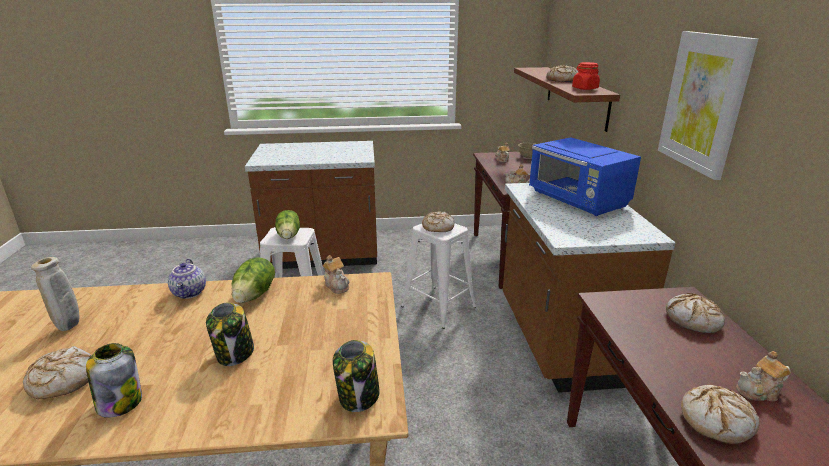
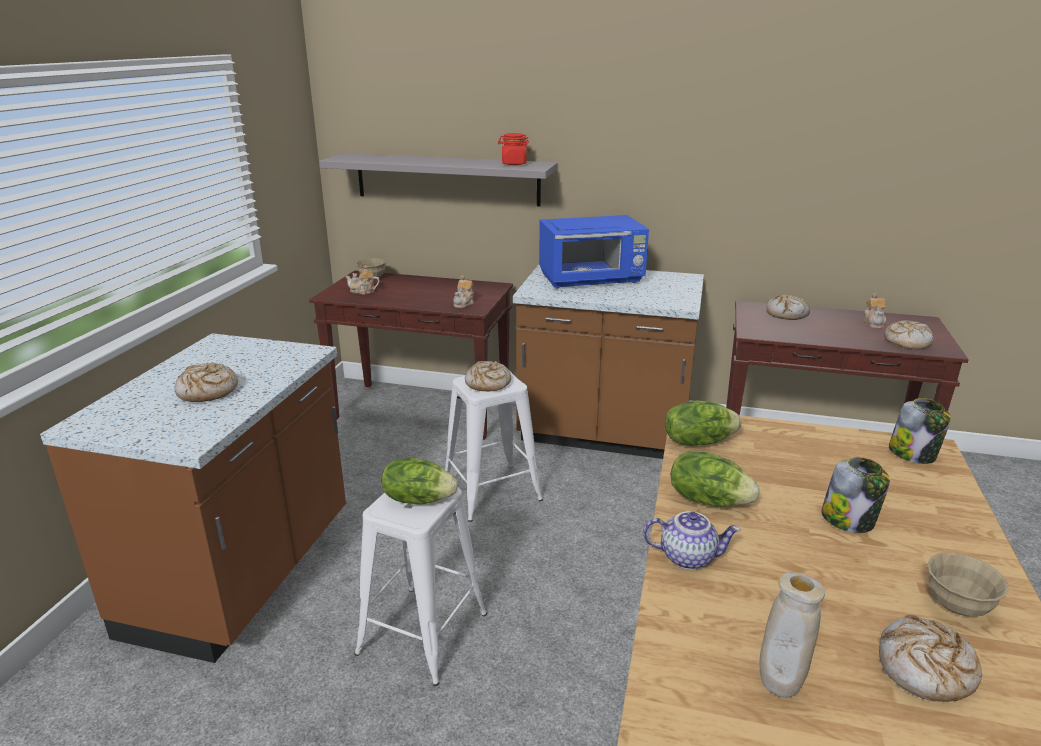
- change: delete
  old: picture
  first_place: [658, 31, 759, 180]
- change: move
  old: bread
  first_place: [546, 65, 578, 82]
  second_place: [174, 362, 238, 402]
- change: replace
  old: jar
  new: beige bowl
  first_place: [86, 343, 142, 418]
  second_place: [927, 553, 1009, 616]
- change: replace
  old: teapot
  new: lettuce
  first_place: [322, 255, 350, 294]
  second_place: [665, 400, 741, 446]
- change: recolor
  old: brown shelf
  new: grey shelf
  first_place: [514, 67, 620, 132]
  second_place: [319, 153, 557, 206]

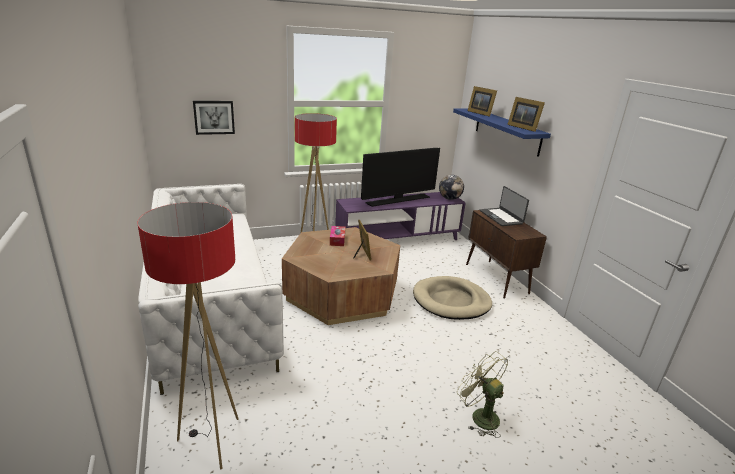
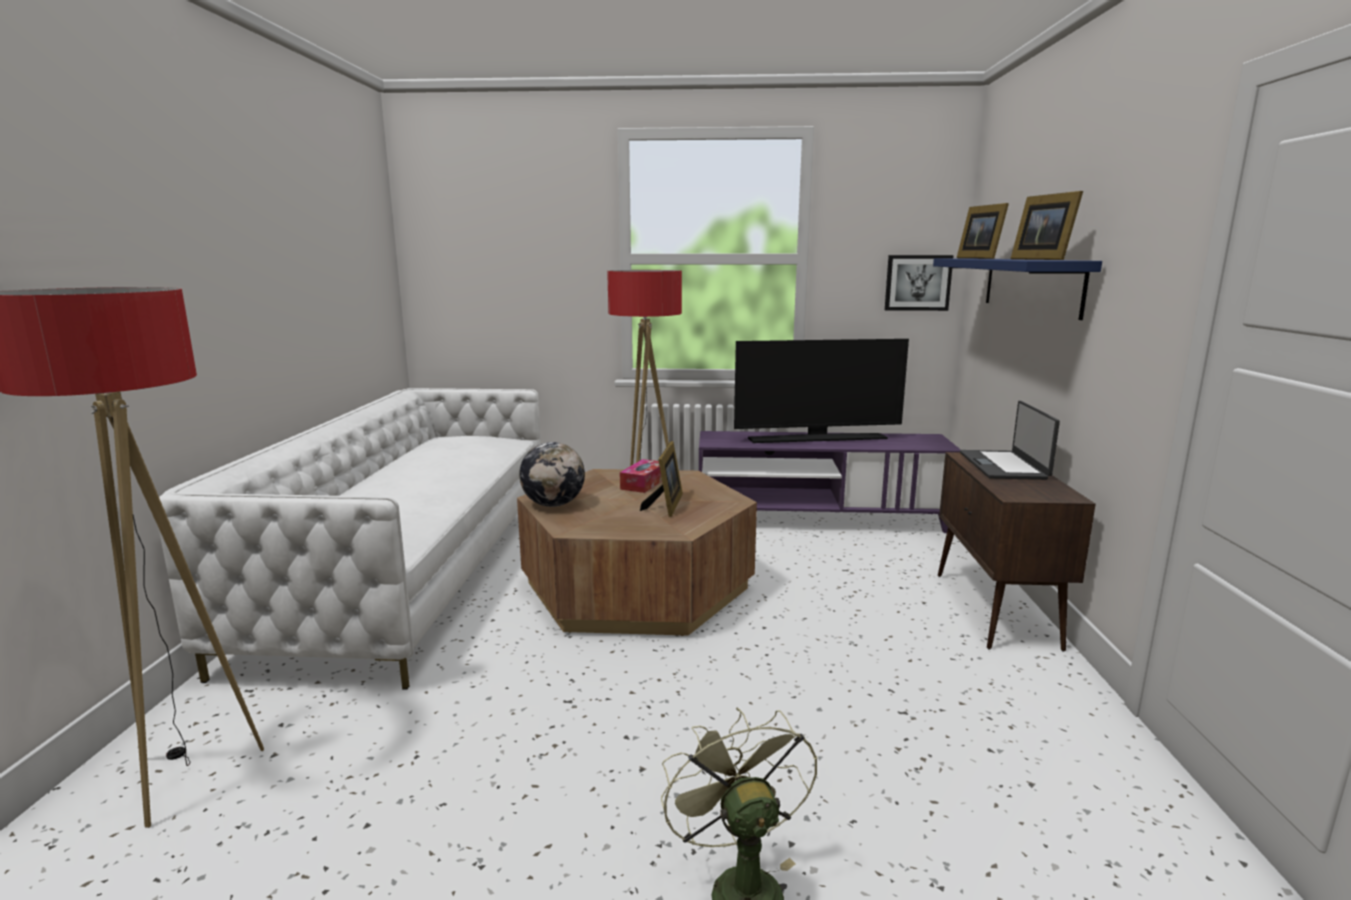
- change: delete
  old: beige dog bed
  first_place: [413, 276, 492, 320]
- change: move
  old: picture
  first_place: [193, 101, 235, 135]
  second_place: [885, 255, 954, 311]
- change: move
  old: globe
  first_place: [439, 175, 464, 200]
  second_place: [519, 442, 585, 507]

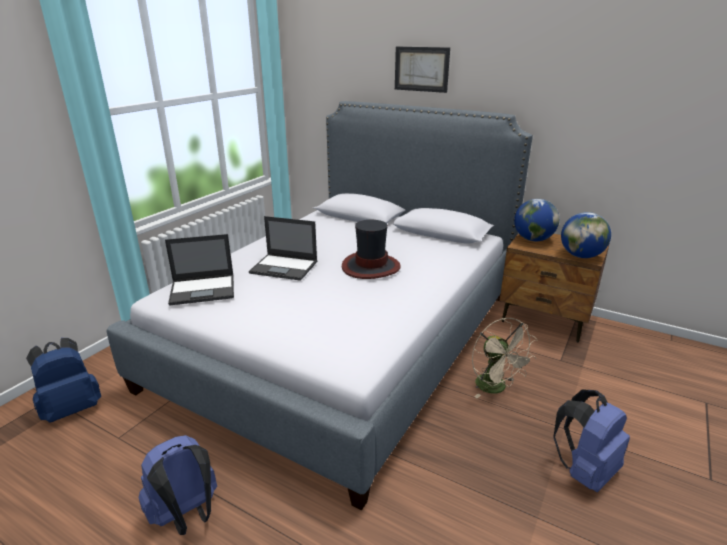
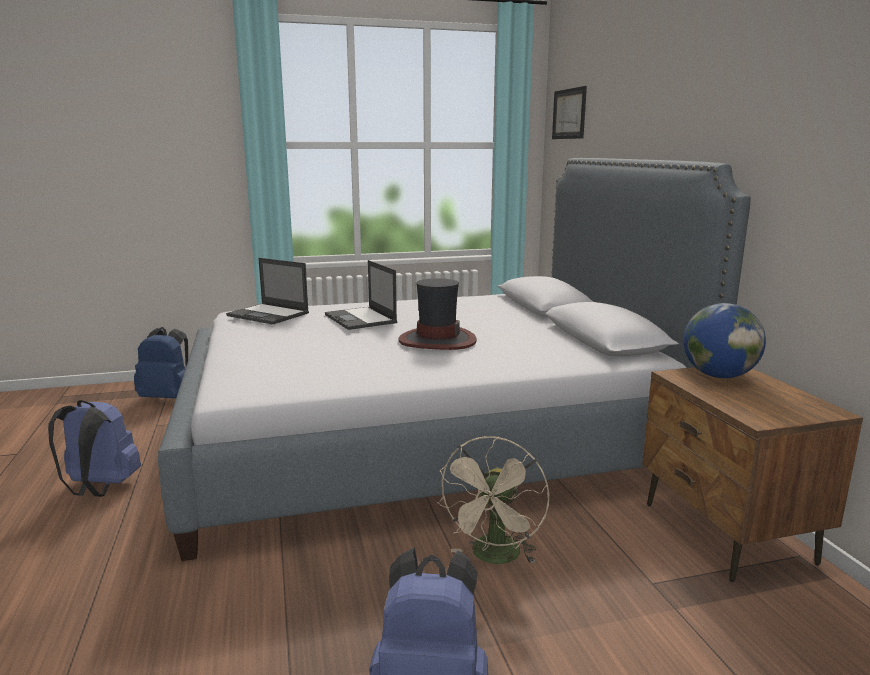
- change: delete
  old: globe
  first_place: [561, 212, 611, 258]
- change: move
  old: picture
  first_place: [395, 47, 450, 93]
  second_place: [552, 86, 587, 139]

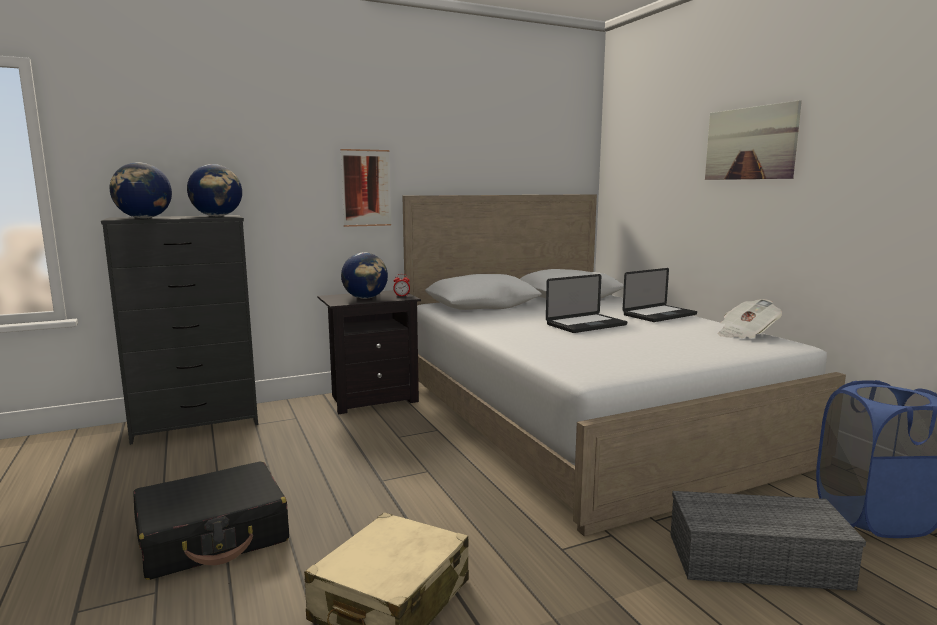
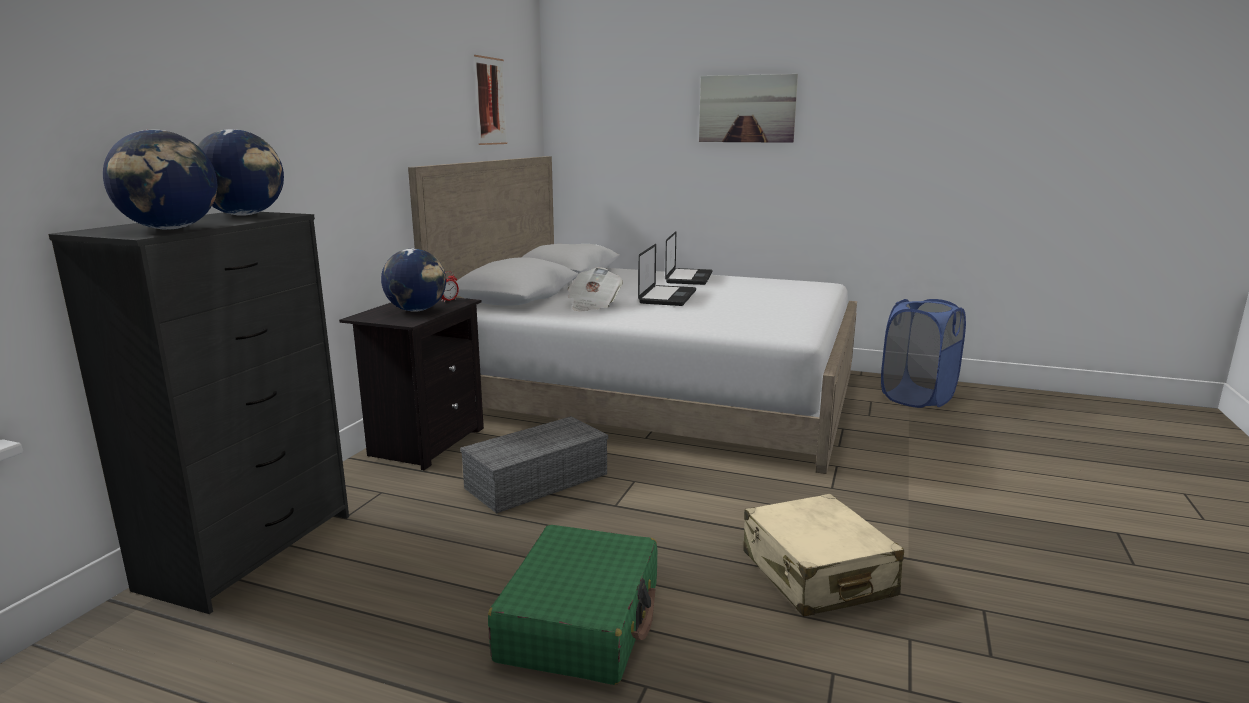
- change: move
  old: picture
  first_place: [341, 149, 391, 227]
  second_place: [474, 55, 507, 145]
- change: move
  old: grey storage box
  first_place: [671, 491, 866, 591]
  second_place: [460, 416, 608, 513]
- change: move
  old: newspaper
  first_place: [718, 299, 782, 338]
  second_place: [568, 267, 623, 311]
- change: recolor
  old: black suitcase
  new: green suitcase
  first_place: [133, 462, 289, 580]
  second_place: [488, 525, 658, 685]

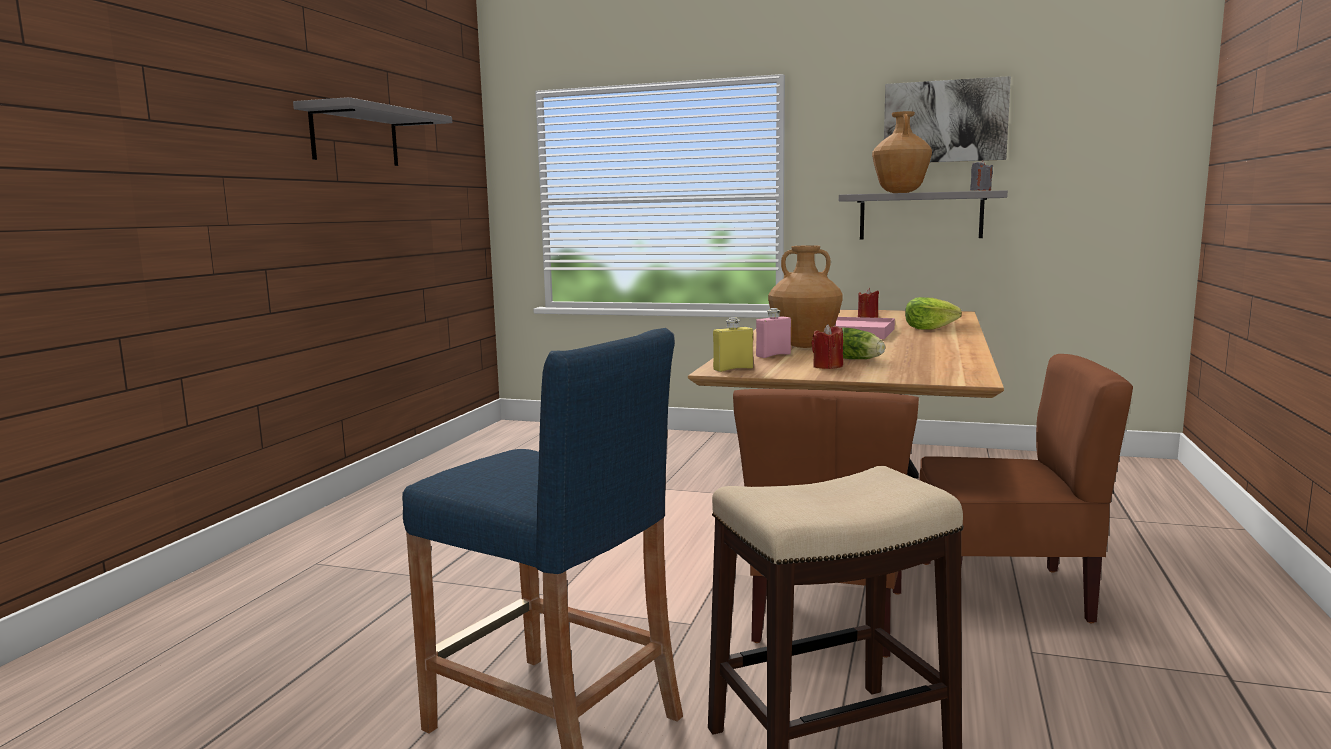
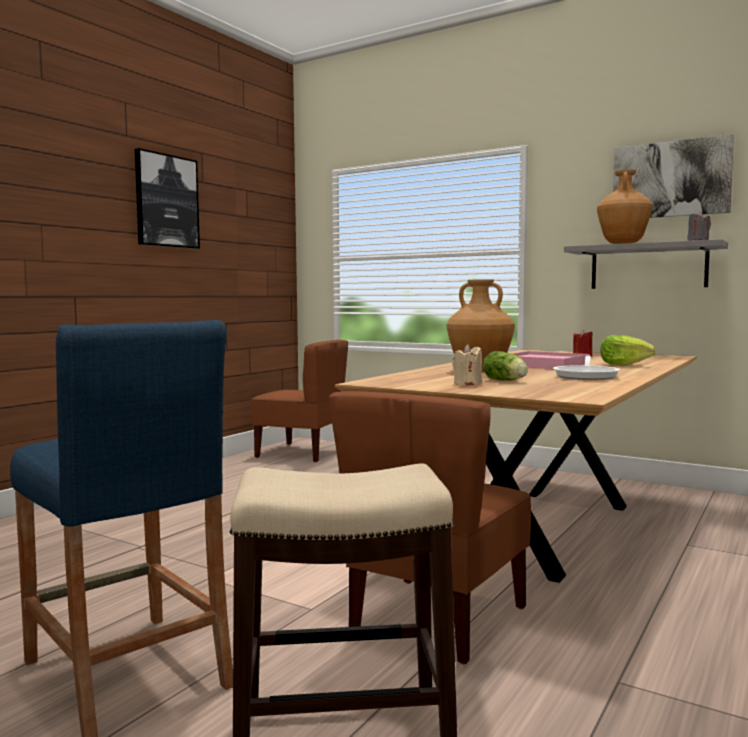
- change: delete
  old: yellow bottle
  first_place: [713, 317, 753, 372]
- change: delete
  old: pink bottle
  first_place: [756, 308, 791, 358]
- change: insert
  new: frying pan
  second_place: [553, 355, 621, 380]
- change: move
  old: brown chair
  first_place: [919, 354, 1133, 623]
  second_place: [251, 340, 348, 463]
- change: replace
  old: grey shelf
  new: picture
  first_place: [293, 97, 452, 166]
  second_place: [135, 148, 200, 249]
- change: recolor
  old: red candle
  new: beige candle
  first_place: [811, 324, 843, 369]
  second_place: [452, 344, 482, 385]

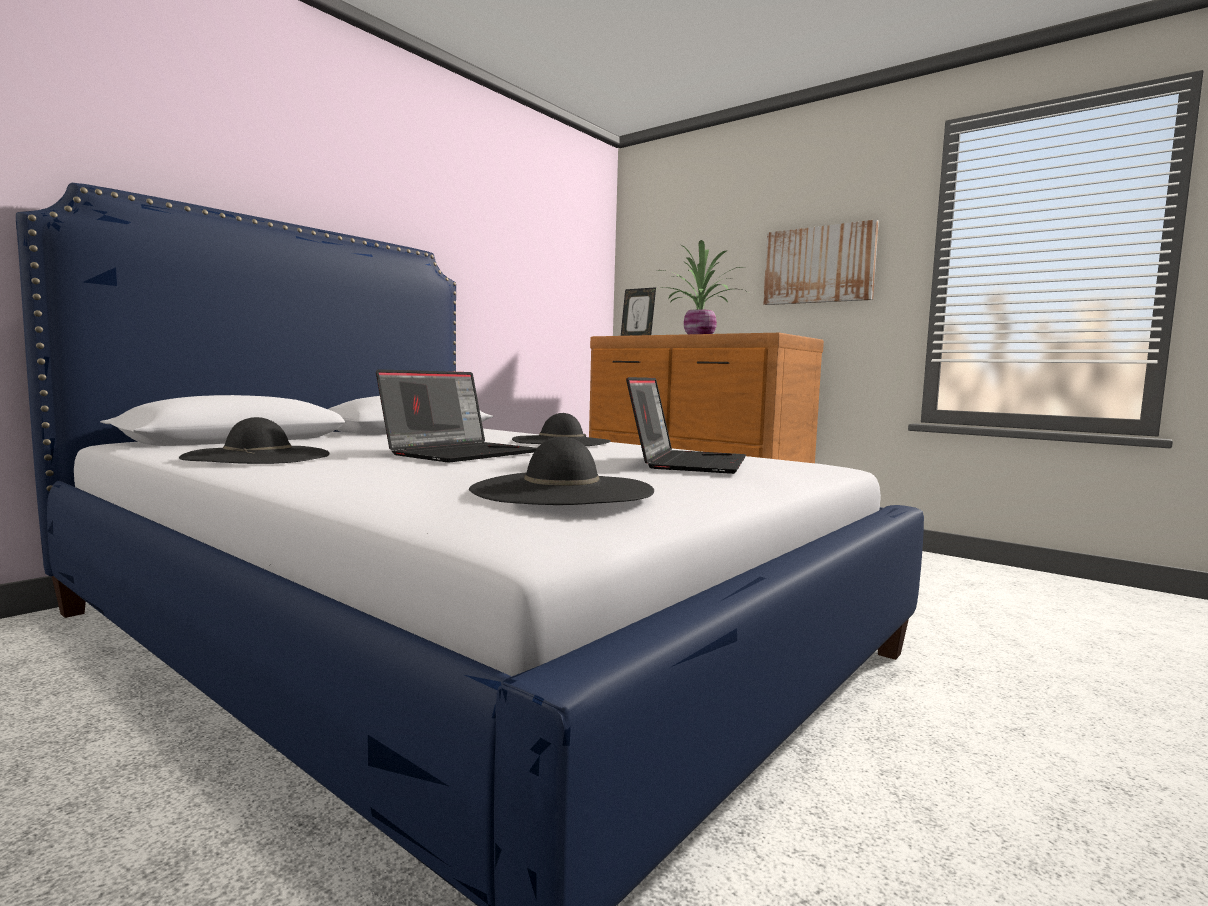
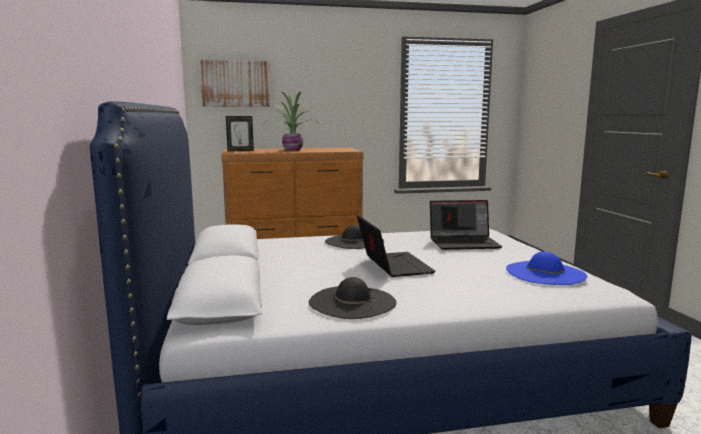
- change: move
  old: picture
  first_place: [763, 219, 879, 305]
  second_place: [200, 60, 271, 107]
- change: recolor
  old: black hat
  new: blue hat
  first_place: [469, 437, 654, 505]
  second_place: [506, 251, 587, 285]
- change: rotate
  old: laptop
  first_place: [626, 377, 746, 474]
  second_place: [430, 200, 503, 250]
  degrees: 120

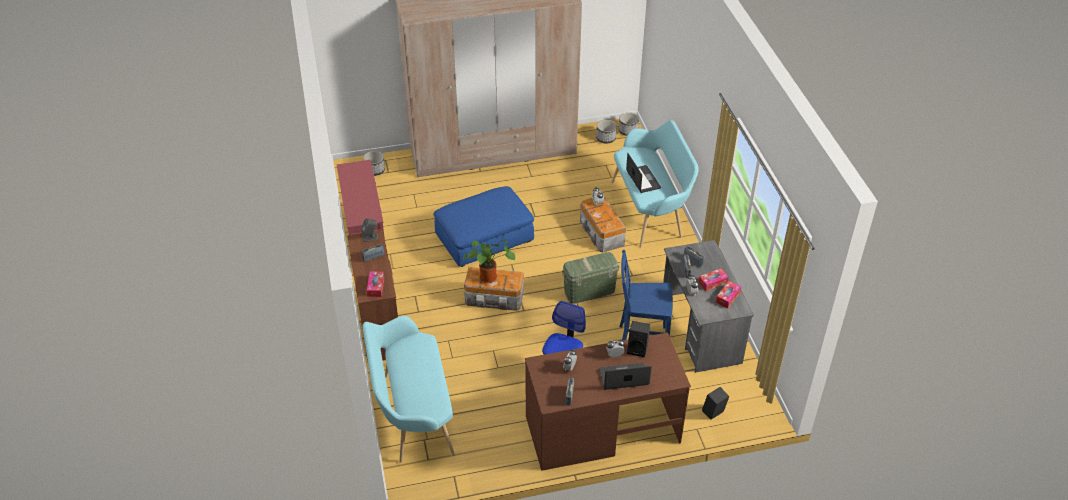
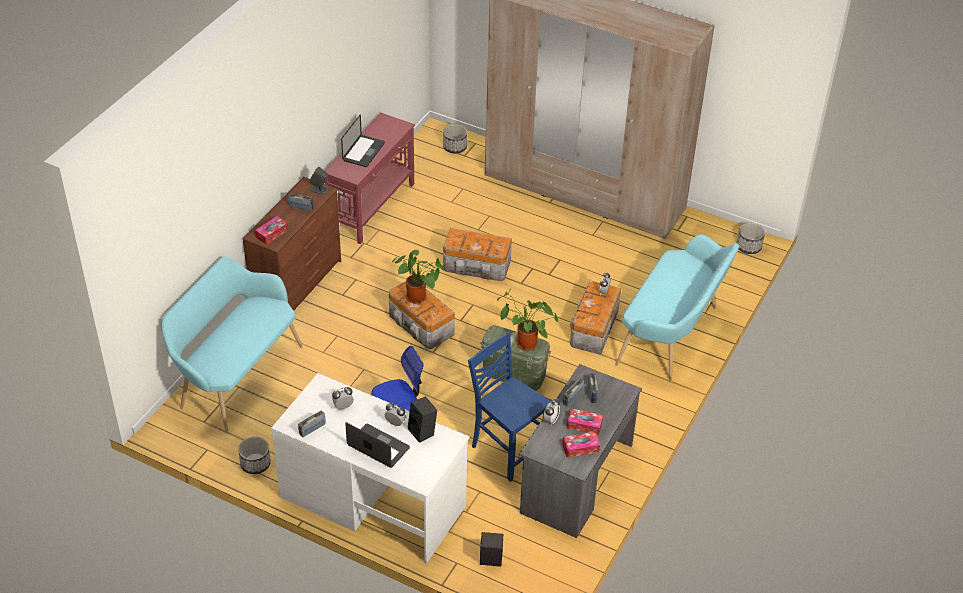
- change: insert
  new: potted plant
  second_place: [497, 290, 558, 350]
- change: move
  old: planter
  first_place: [596, 120, 617, 143]
  second_place: [238, 437, 271, 474]
- change: move
  old: laptop
  first_place: [626, 153, 661, 193]
  second_place: [341, 114, 385, 167]
- change: replace
  old: blue ottoman
  new: storage box
  first_place: [434, 186, 534, 267]
  second_place: [443, 228, 512, 281]
- change: recolor
  old: brown desk
  new: white desk
  first_place: [525, 333, 691, 470]
  second_place: [271, 373, 470, 564]

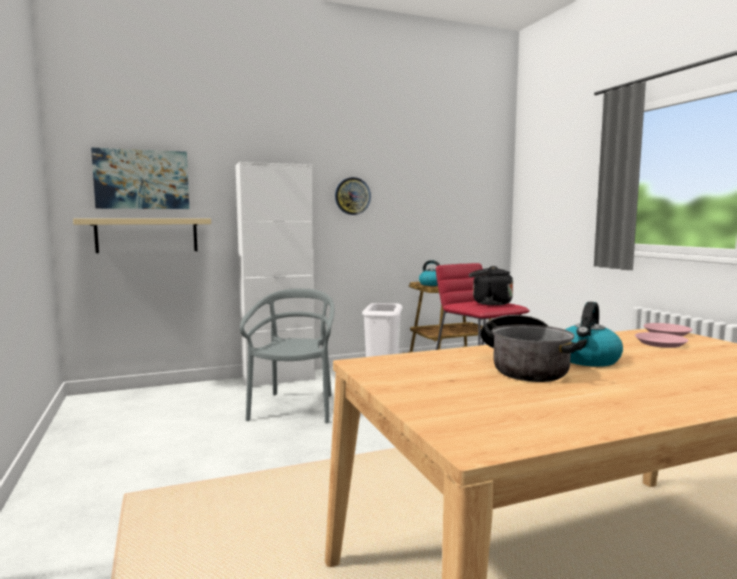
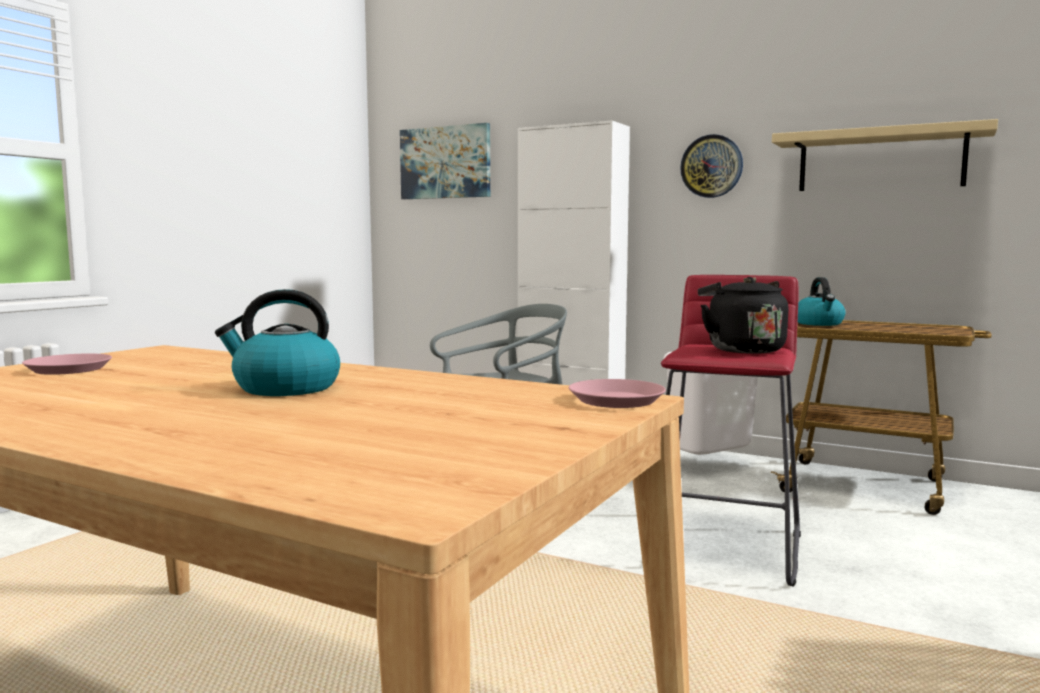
- change: delete
  old: cooking pot
  first_place: [480, 315, 587, 382]
- change: move
  old: beige shelf
  first_place: [73, 218, 211, 253]
  second_place: [772, 119, 998, 191]
- change: move
  old: pink plate
  first_place: [635, 332, 689, 348]
  second_place: [22, 353, 112, 375]

